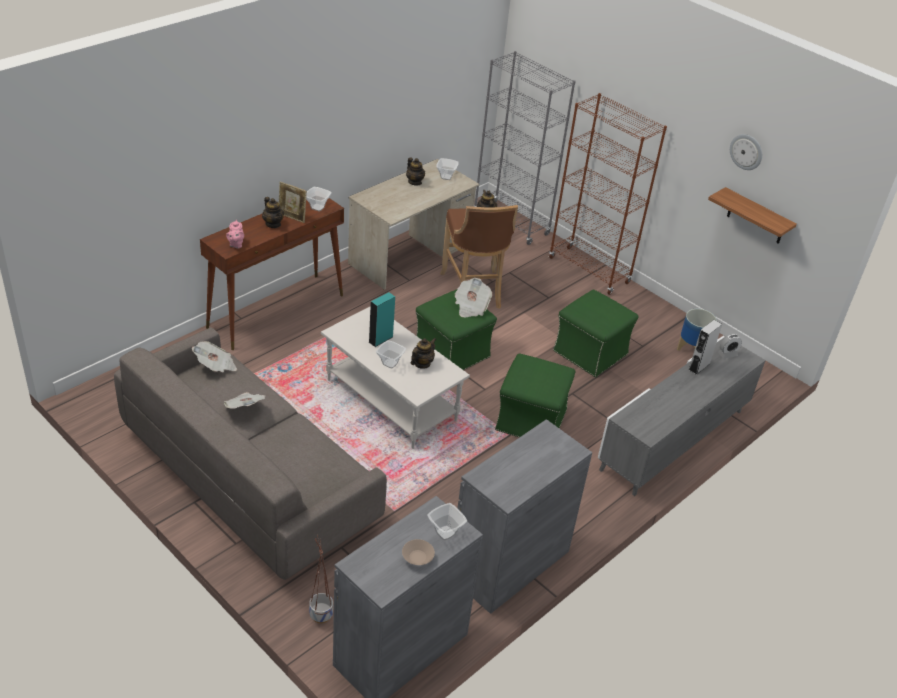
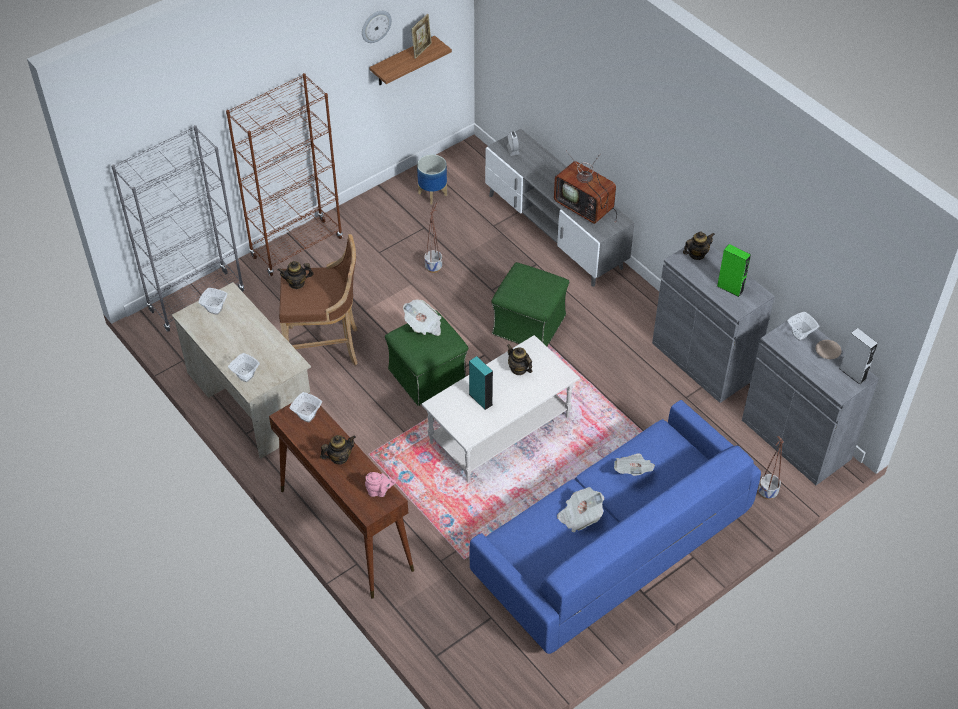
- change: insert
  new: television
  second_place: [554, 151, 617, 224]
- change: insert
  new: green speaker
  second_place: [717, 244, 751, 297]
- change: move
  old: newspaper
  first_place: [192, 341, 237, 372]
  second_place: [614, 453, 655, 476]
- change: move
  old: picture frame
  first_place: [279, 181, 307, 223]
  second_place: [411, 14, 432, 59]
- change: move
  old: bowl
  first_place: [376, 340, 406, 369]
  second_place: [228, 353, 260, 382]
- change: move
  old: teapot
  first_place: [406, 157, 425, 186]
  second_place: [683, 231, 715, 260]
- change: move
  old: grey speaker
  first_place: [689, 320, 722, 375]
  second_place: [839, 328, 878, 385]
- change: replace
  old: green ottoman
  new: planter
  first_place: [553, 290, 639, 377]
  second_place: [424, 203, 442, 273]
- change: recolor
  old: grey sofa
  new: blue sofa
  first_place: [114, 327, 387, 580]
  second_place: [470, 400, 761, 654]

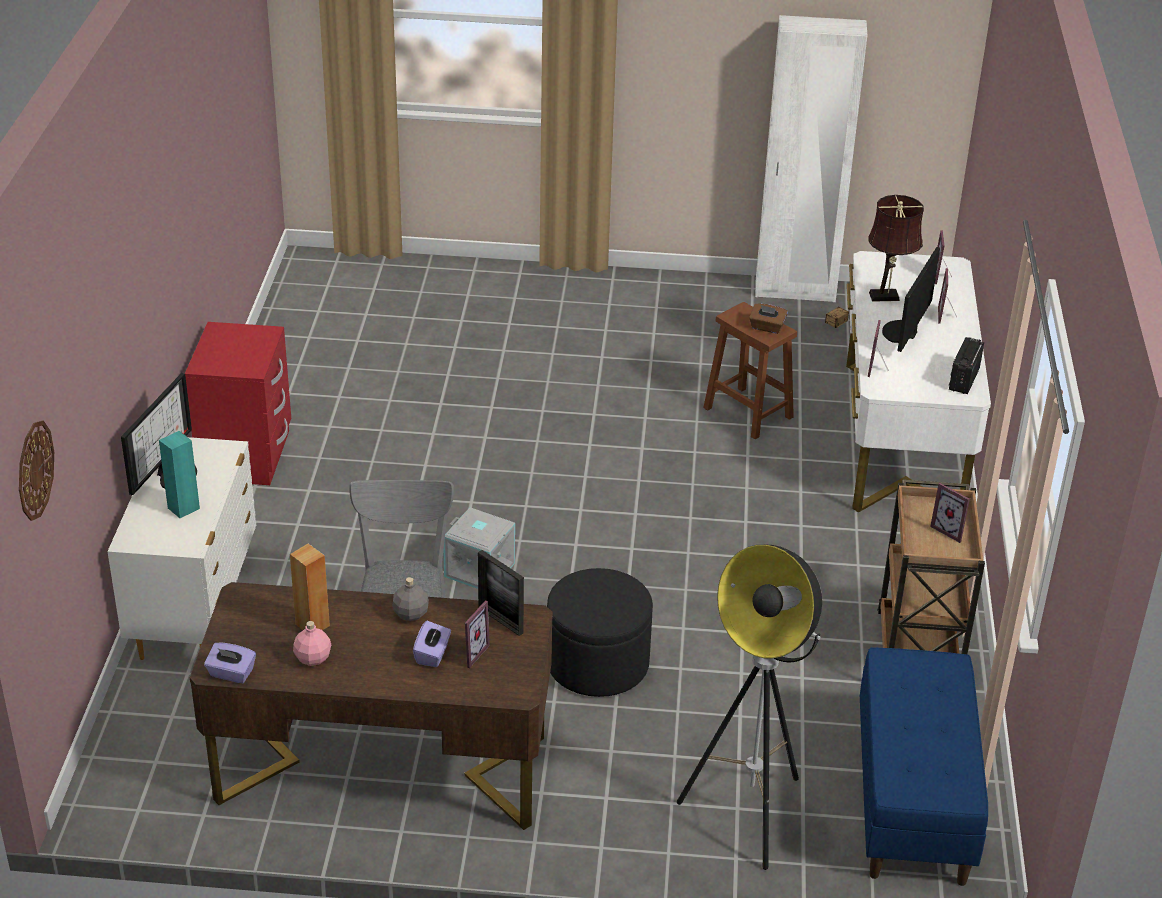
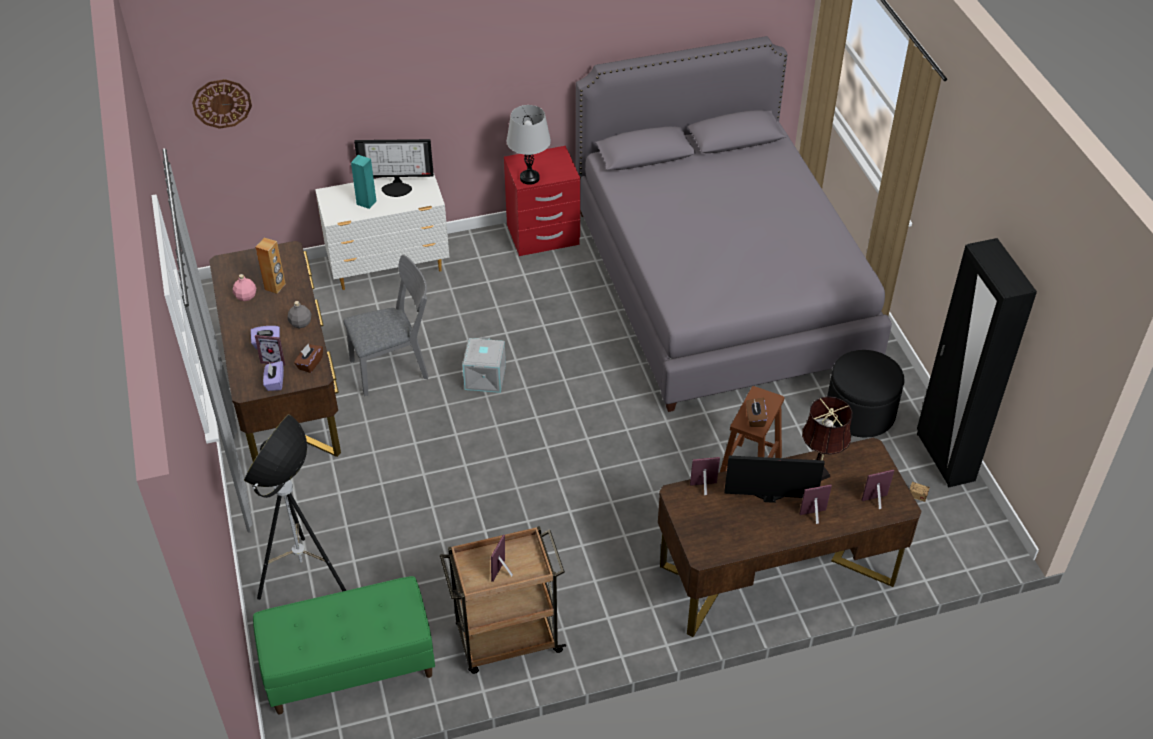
- change: delete
  old: radio
  first_place: [949, 337, 984, 394]
- change: insert
  new: grey table lamp
  second_place: [507, 105, 551, 185]
- change: insert
  new: grey bed
  second_place: [576, 36, 892, 412]
- change: move
  old: purple tissue box
  first_place: [204, 642, 256, 683]
  second_place: [263, 361, 284, 391]
- change: move
  old: black ottoman
  first_place: [547, 568, 653, 697]
  second_place: [827, 350, 904, 438]
- change: replace
  old: picture frame
  new: brown tissue box
  first_place: [478, 550, 524, 636]
  second_place: [294, 344, 323, 373]
- change: recolor
  old: white wardrobe
  new: black wardrobe
  first_place: [755, 15, 867, 302]
  second_place: [917, 238, 1037, 487]
- change: recolor
  old: white desk
  new: brown desk
  first_place: [846, 251, 991, 513]
  second_place: [658, 437, 922, 637]
- change: recolor
  old: blue bench
  new: green bench
  first_place: [860, 647, 988, 886]
  second_place: [253, 576, 435, 714]

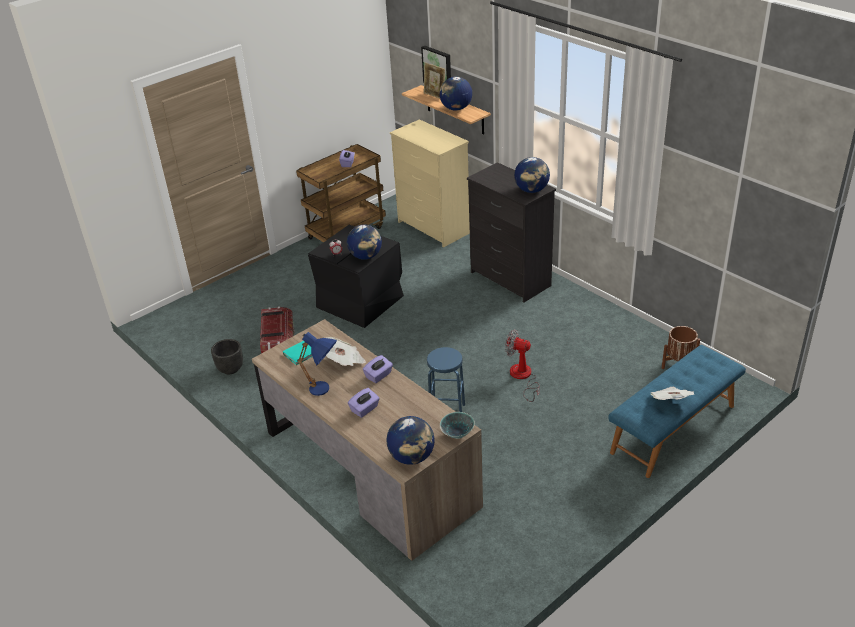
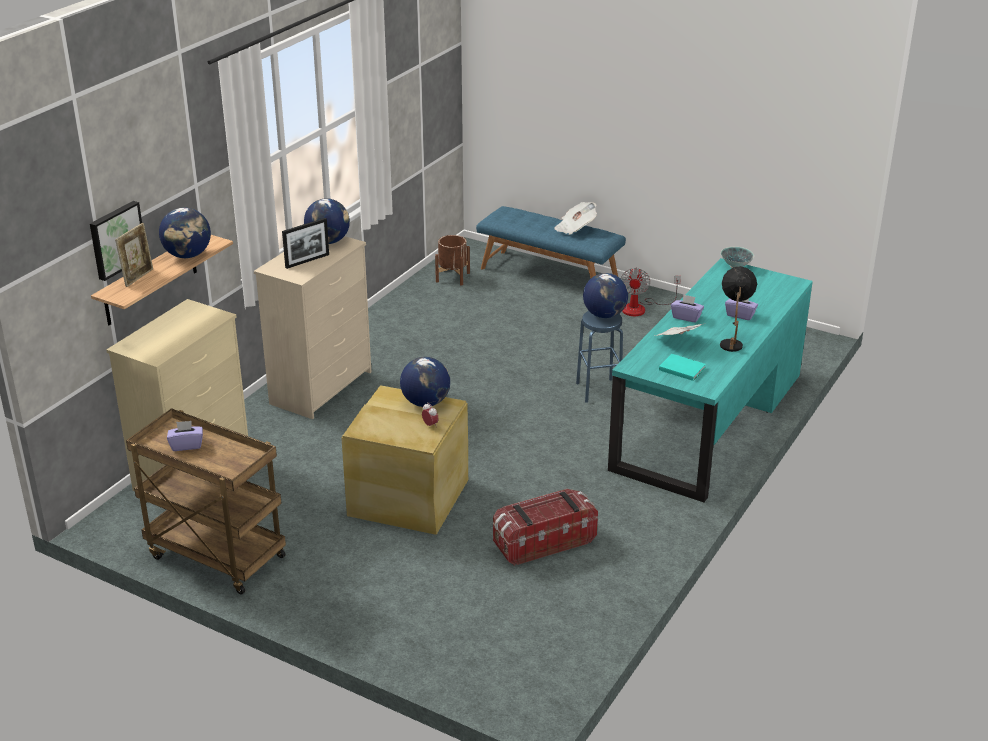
- change: delete
  old: black planter
  first_place: [211, 339, 243, 374]
- change: insert
  new: picture frame
  second_place: [282, 218, 329, 269]
- change: move
  old: globe
  first_place: [387, 416, 435, 465]
  second_place: [583, 273, 628, 318]
- change: move
  old: fan
  first_place: [505, 329, 540, 402]
  second_place: [621, 267, 681, 316]
- change: recolor
  old: brown desk
  new: turquoise desk
  first_place: [252, 319, 483, 561]
  second_place: [608, 258, 813, 502]
- change: recolor
  old: blue table lamp
  new: black table lamp
  first_place: [297, 332, 337, 396]
  second_place: [720, 266, 757, 352]
- change: recolor
  old: black storage box
  new: beige storage box
  first_place: [308, 225, 404, 328]
  second_place: [341, 385, 468, 535]
- change: recolor
  old: black dresser
  new: beige dresser
  first_place: [467, 162, 556, 302]
  second_place: [254, 236, 371, 419]

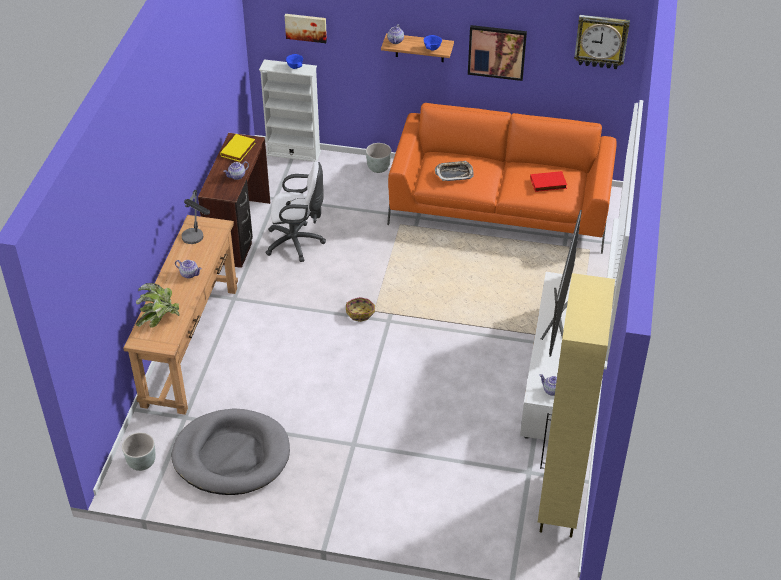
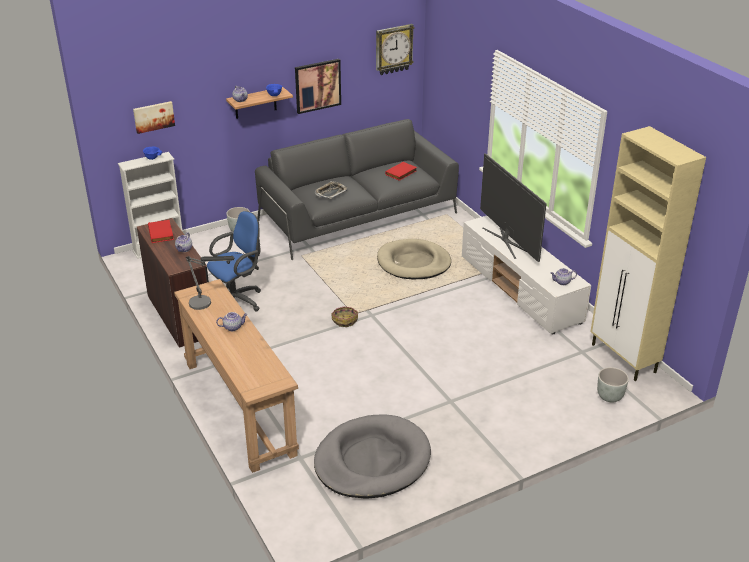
- change: delete
  old: potted plant
  first_place: [136, 283, 179, 328]
- change: insert
  new: beige dog bed
  second_place: [377, 239, 451, 279]
- change: move
  old: grey planter
  first_place: [122, 432, 156, 471]
  second_place: [597, 367, 629, 402]
- change: recolor
  old: yellow book
  new: red book
  first_place: [220, 134, 255, 162]
  second_place: [148, 220, 174, 243]
- change: recolor
  old: white office chair
  new: blue office chair
  first_place: [265, 161, 326, 262]
  second_place: [207, 211, 261, 312]
- change: recolor
  old: orange sofa
  new: grey sofa
  first_place: [387, 103, 616, 254]
  second_place: [255, 119, 459, 260]

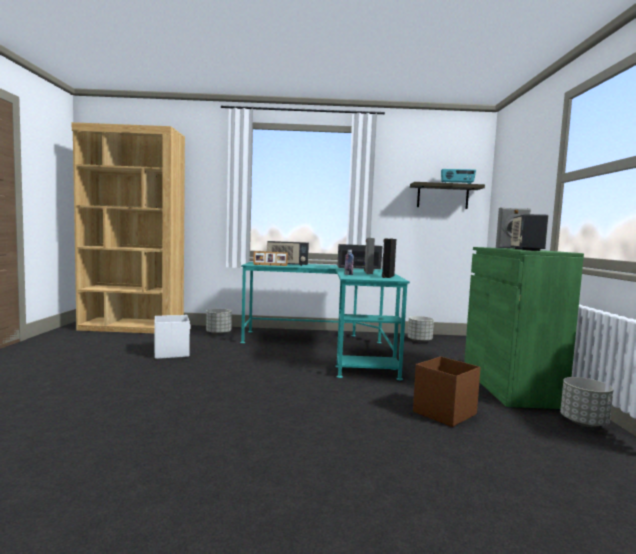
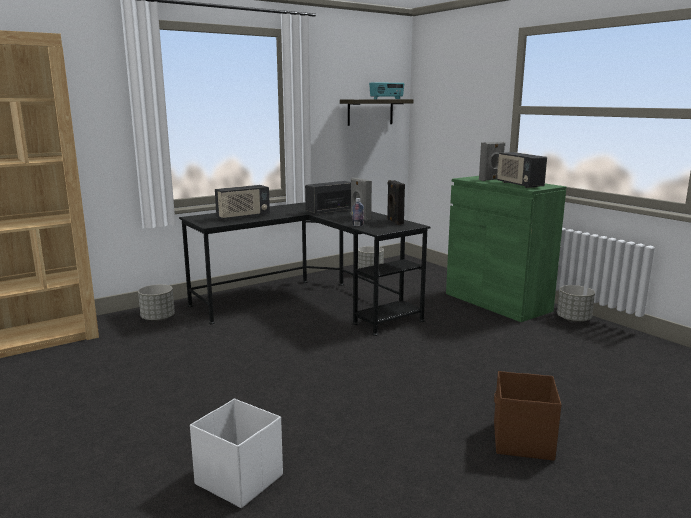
- change: delete
  old: picture frame
  first_place: [253, 251, 288, 266]
- change: move
  old: white storage box
  first_place: [154, 315, 191, 359]
  second_place: [190, 399, 283, 508]
- change: move
  old: brown storage box
  first_place: [413, 356, 481, 427]
  second_place: [494, 371, 562, 461]
- change: recolor
  old: turquoise desk
  new: black desk
  first_place: [240, 262, 410, 380]
  second_place: [179, 203, 430, 336]

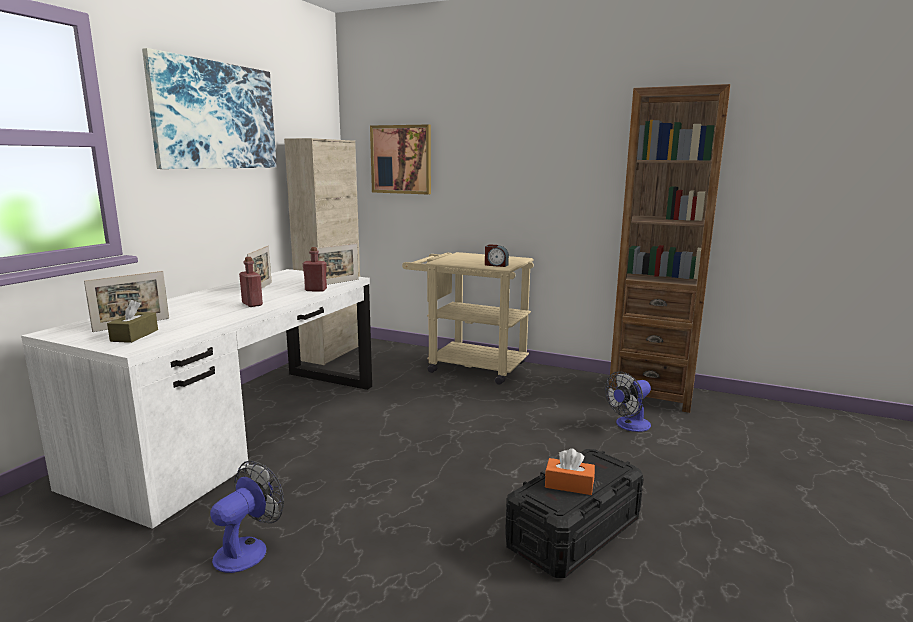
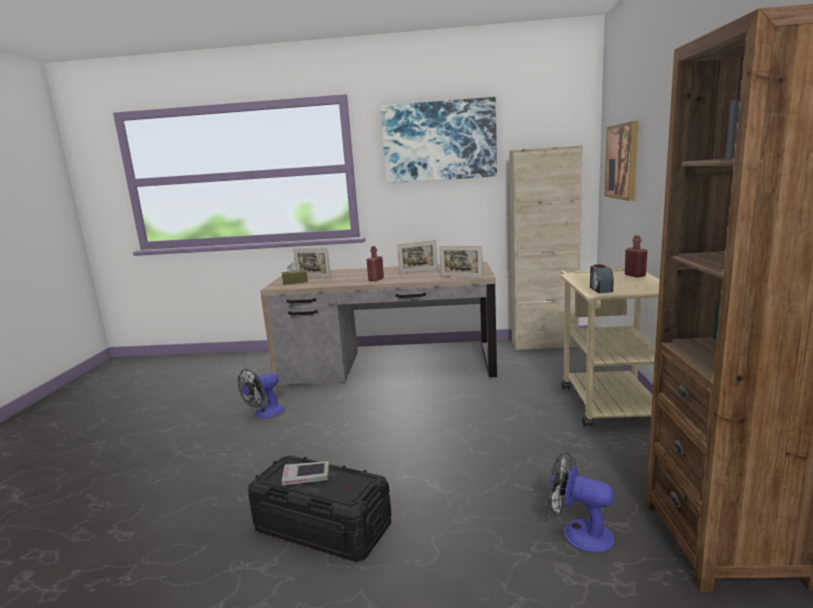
- change: move
  old: red bottle
  first_place: [303, 247, 327, 291]
  second_place: [625, 235, 648, 278]
- change: replace
  old: orange tissue box
  new: book
  first_place: [545, 449, 595, 495]
  second_place: [282, 461, 329, 485]
- change: recolor
  old: white desk
  new: brown desk
  first_place: [21, 269, 372, 529]
  second_place: [260, 261, 497, 386]
- change: rotate
  old: fan
  first_place: [210, 461, 284, 573]
  second_place: [238, 369, 285, 418]
  degrees: 120

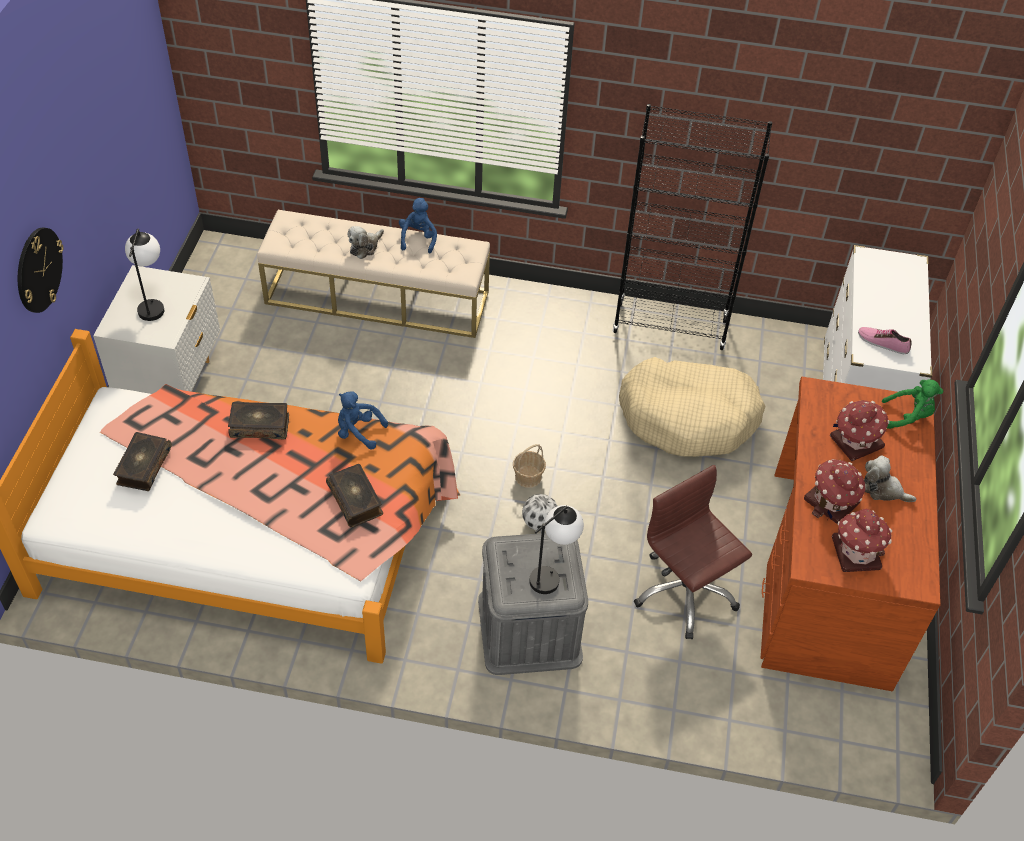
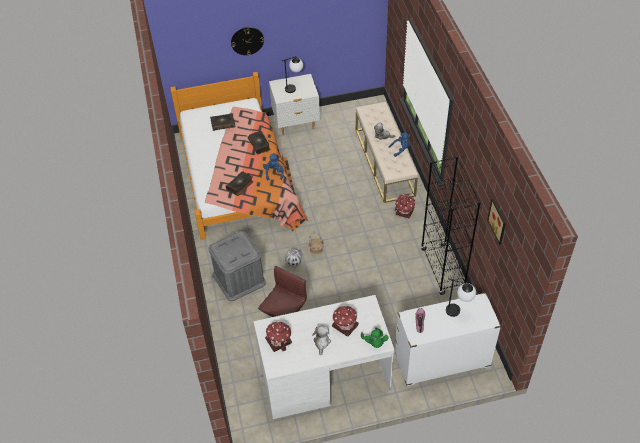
- change: delete
  old: beige dog bed
  first_place: [619, 357, 765, 457]
- change: insert
  new: picture
  second_place: [487, 199, 506, 244]
- change: move
  old: table lamp
  first_place: [529, 505, 584, 594]
  second_place: [446, 278, 476, 317]
- change: move
  old: toy house
  first_place: [804, 459, 865, 524]
  second_place: [395, 194, 415, 219]
- change: recolor
  old: brown desk
  new: white desk
  first_place: [760, 377, 941, 691]
  second_place: [253, 295, 395, 419]

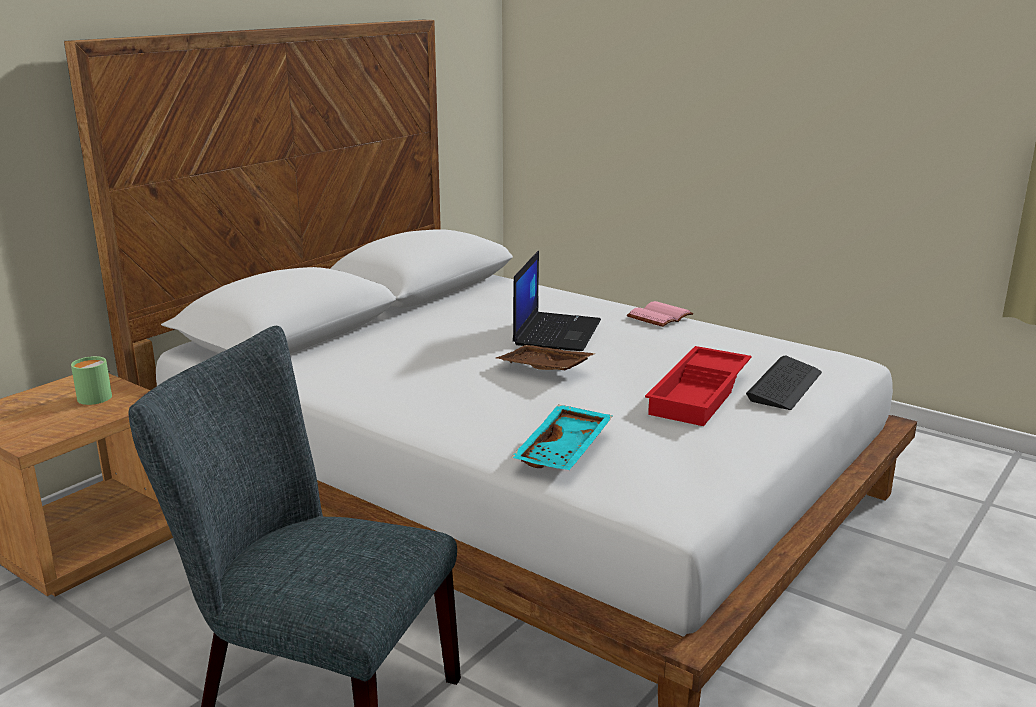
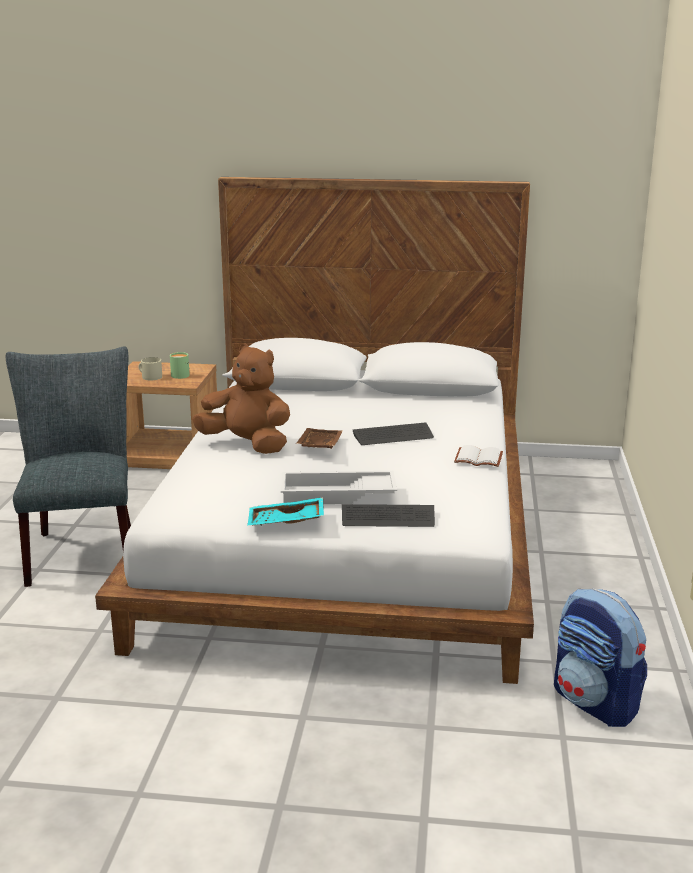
- change: insert
  new: beige mug
  second_place: [138, 357, 162, 380]
- change: insert
  new: brown plush toy
  second_place: [192, 343, 290, 454]
- change: insert
  new: backpack
  second_place: [554, 589, 647, 727]
- change: move
  old: turquoise tray
  first_place: [511, 405, 613, 470]
  second_place: [247, 497, 324, 526]
- change: replace
  old: laptop
  new: keyboard
  first_place: [513, 251, 601, 351]
  second_place: [353, 422, 434, 445]
- change: recolor
  old: pink book
  new: white book
  first_place: [627, 301, 693, 327]
  second_place: [454, 445, 503, 467]
- change: recolor
  old: red tray
  new: white tray
  first_place: [645, 346, 752, 426]
  second_place: [281, 471, 397, 504]

